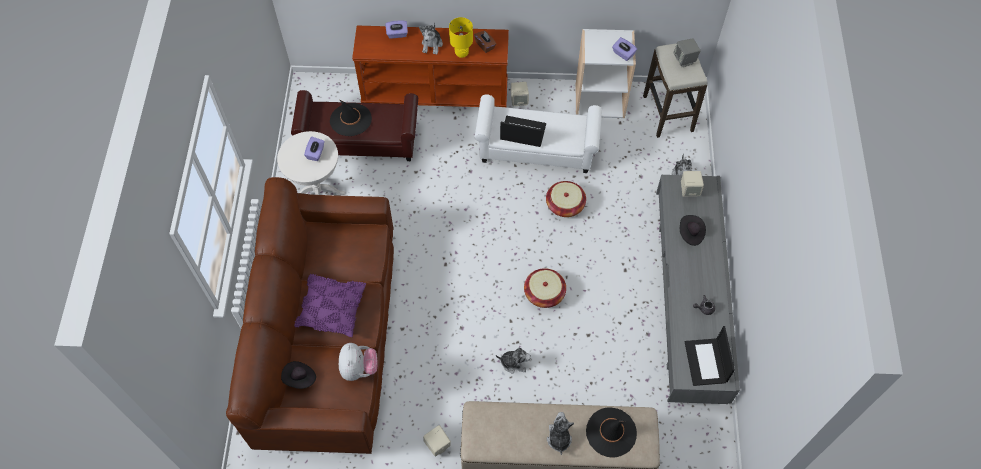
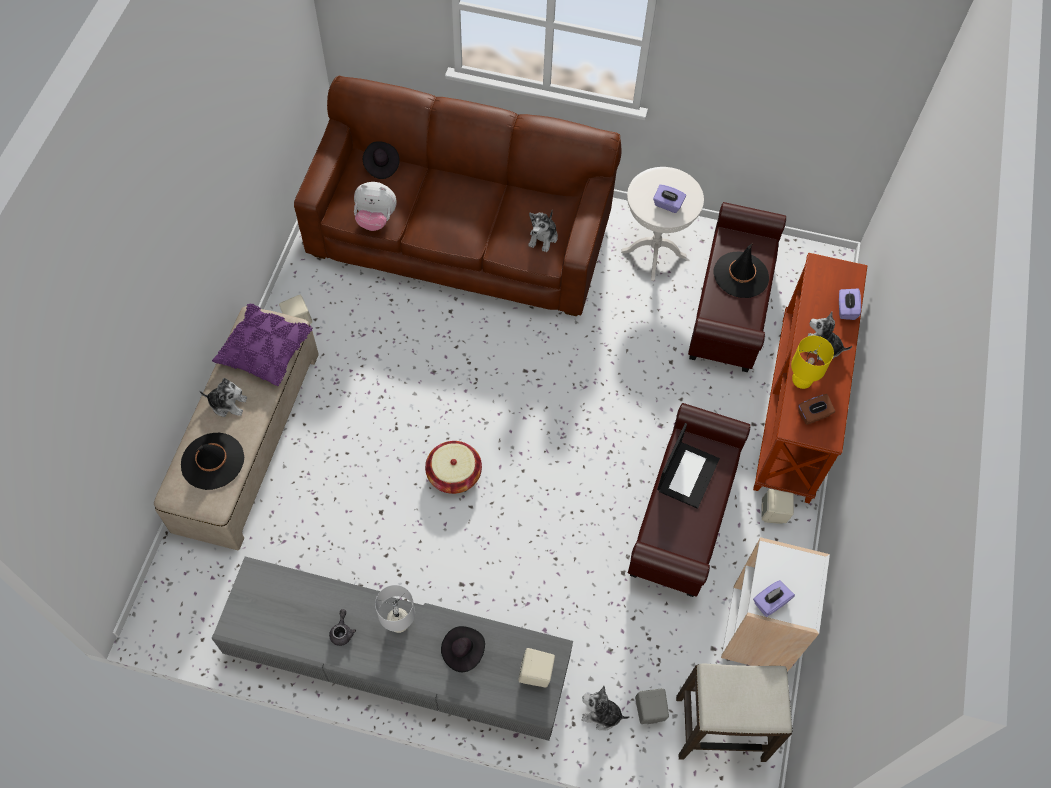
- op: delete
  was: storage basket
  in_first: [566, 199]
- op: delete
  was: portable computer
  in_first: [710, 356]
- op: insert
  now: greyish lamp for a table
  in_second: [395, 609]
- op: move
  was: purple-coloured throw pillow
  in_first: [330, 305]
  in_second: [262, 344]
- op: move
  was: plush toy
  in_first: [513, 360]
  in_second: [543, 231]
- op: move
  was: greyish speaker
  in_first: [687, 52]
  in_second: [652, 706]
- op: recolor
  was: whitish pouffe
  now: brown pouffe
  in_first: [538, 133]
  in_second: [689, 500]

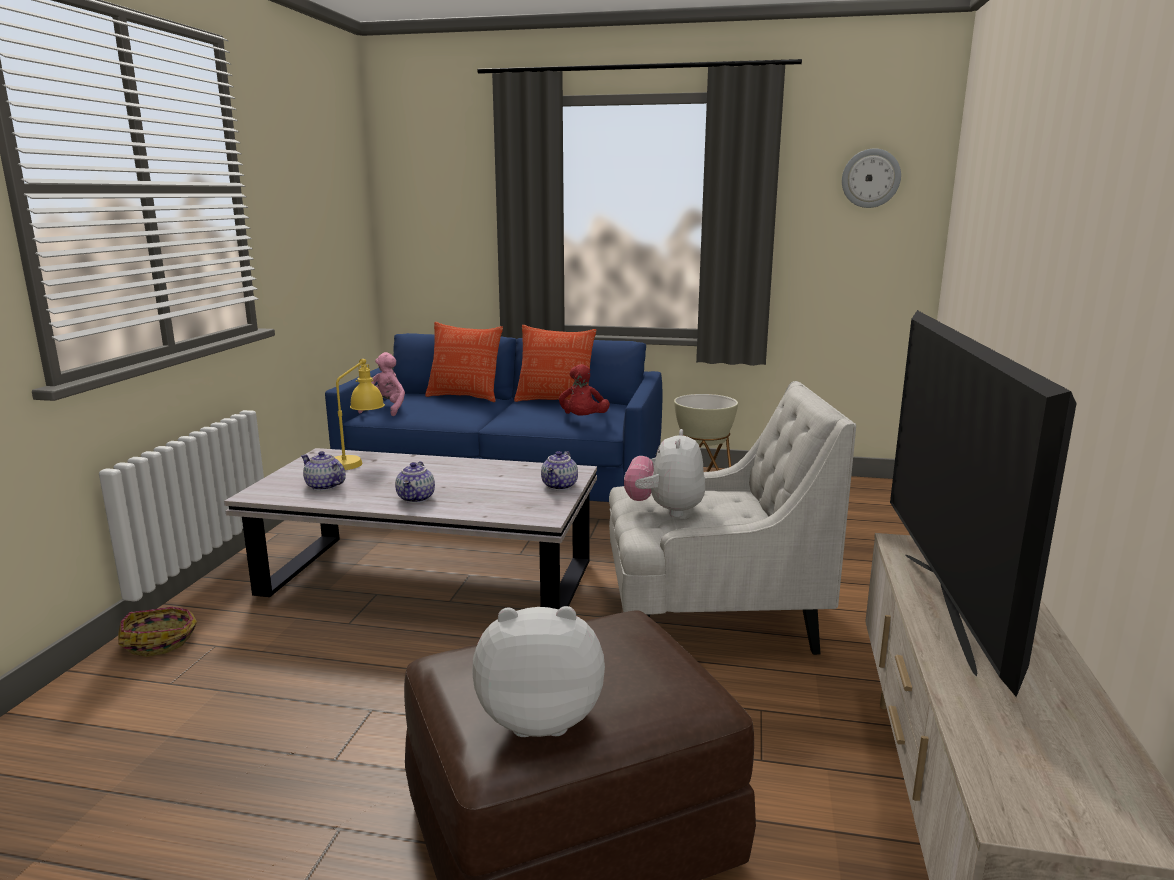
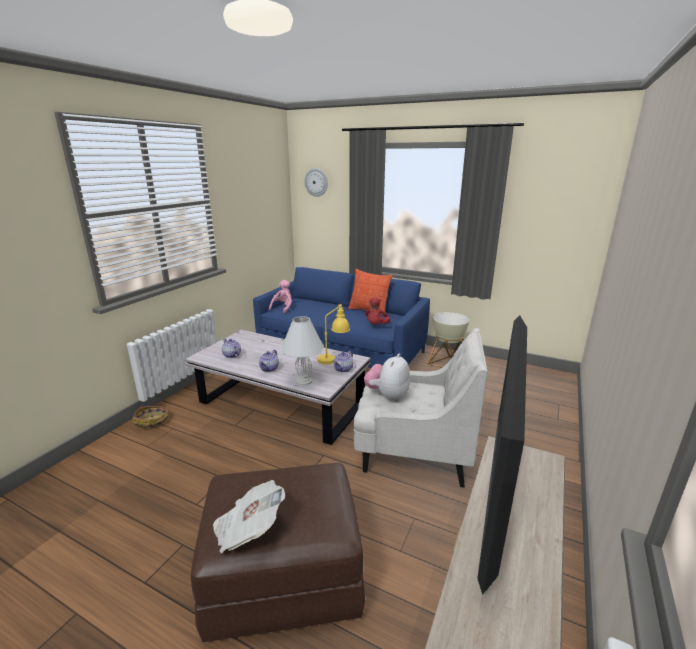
- op: delete
  was: orange-coloured throw pillow
  in_first: [464, 362]
- op: insert
  now: whitish lamp for a table
  in_second: [302, 350]
- op: move
  was: yellow-coloured lamp for a table
  in_first: [360, 414]
  in_second: [333, 334]
- op: move
  was: wall clock
  in_first: [871, 178]
  in_second: [316, 182]
- op: replace
  was: plush toy
  now: printed paper
  in_first: [538, 671]
  in_second: [249, 516]

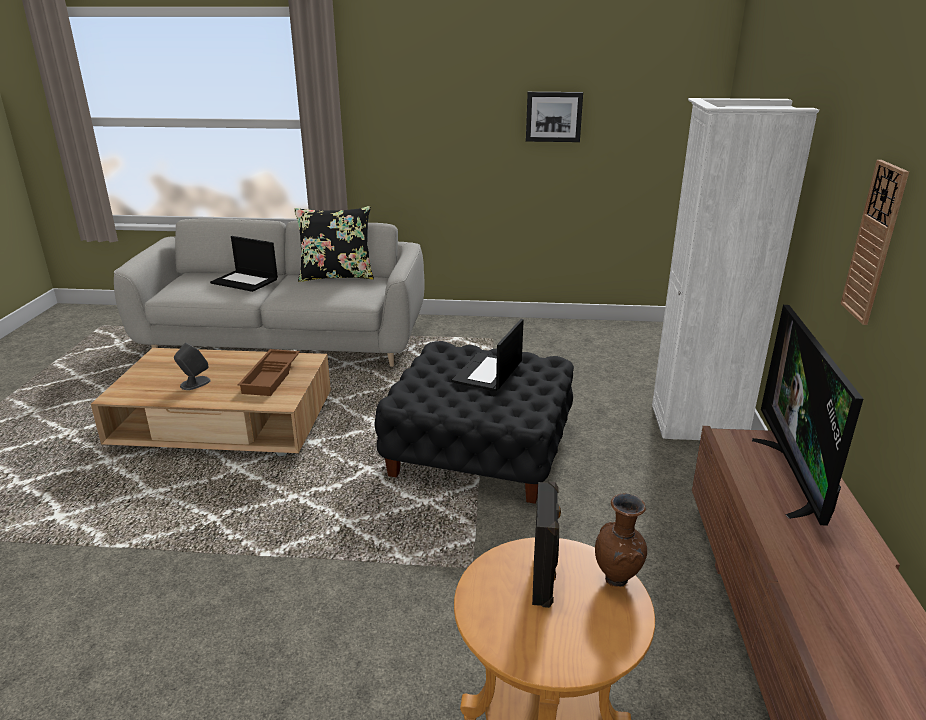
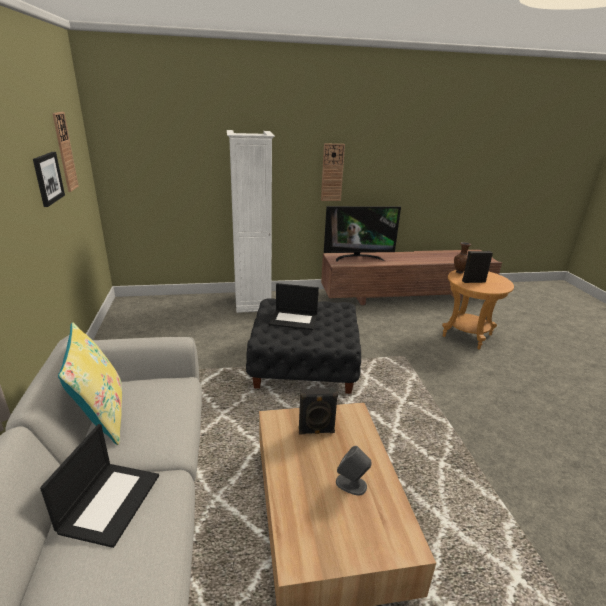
- op: insert
  now: wall clock
  in_second: [65, 152]
- op: replace
  was: brown tray
  now: black-coloured speaker
  in_first: [269, 372]
  in_second: [318, 411]
- op: recolor
  was: black-coloured throw pillow
  now: yellow-coloured throw pillow
  in_first: [334, 244]
  in_second: [90, 383]

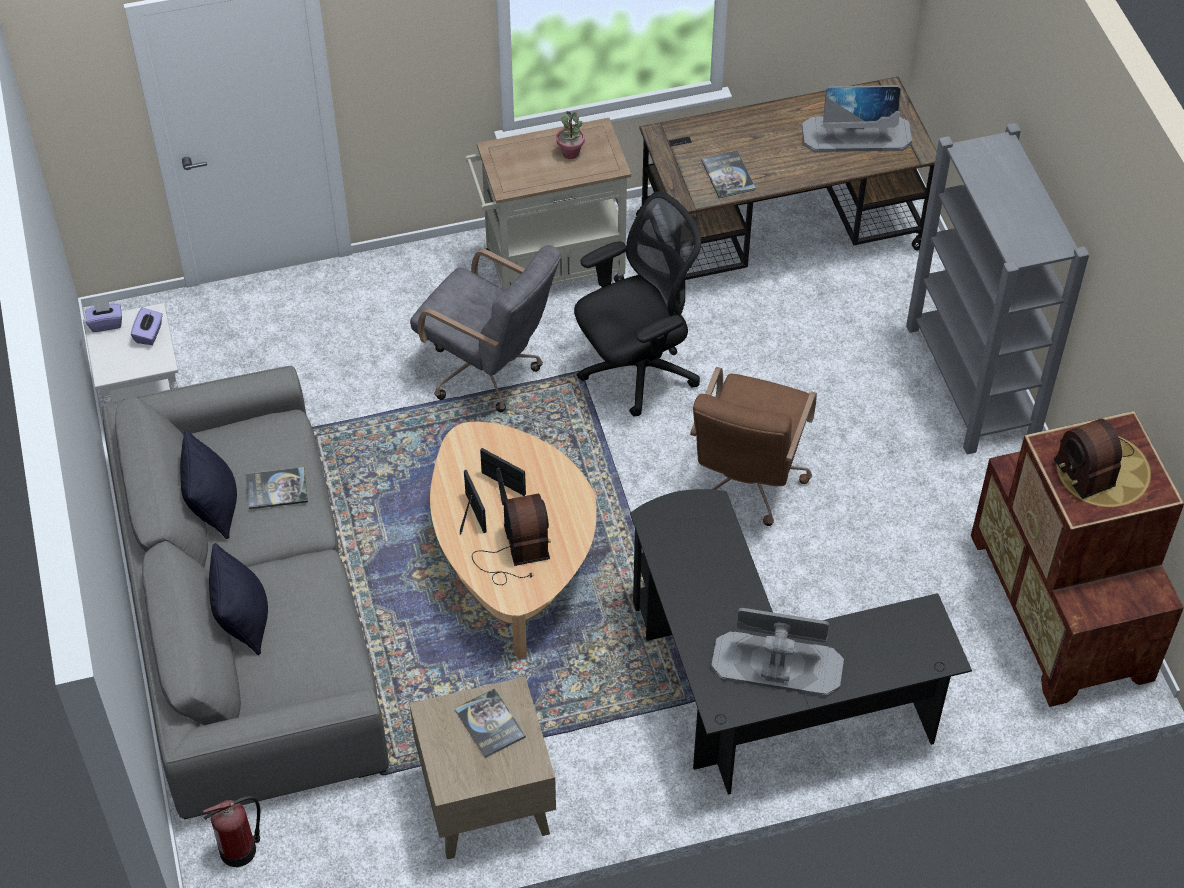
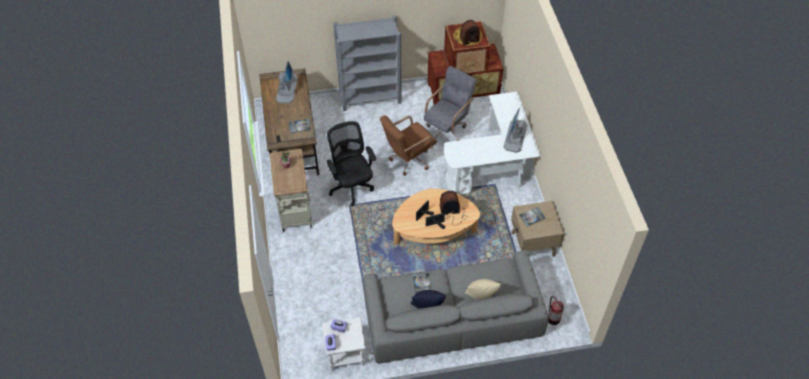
- op: move
  was: greyish desk chair
  in_first: [485, 328]
  in_second: [450, 104]
- op: recolor
  was: black-coloured throw pillow
  now: beige throw pillow
  in_first: [238, 599]
  in_second: [483, 289]
- op: recolor
  was: black-coloured desk
  now: whitish desk
  in_first: [801, 641]
  in_second: [492, 143]
- op: rotate
  was: brown desk chair
  in_first: [753, 446]
  in_second: [408, 145]
  clockwise: 120

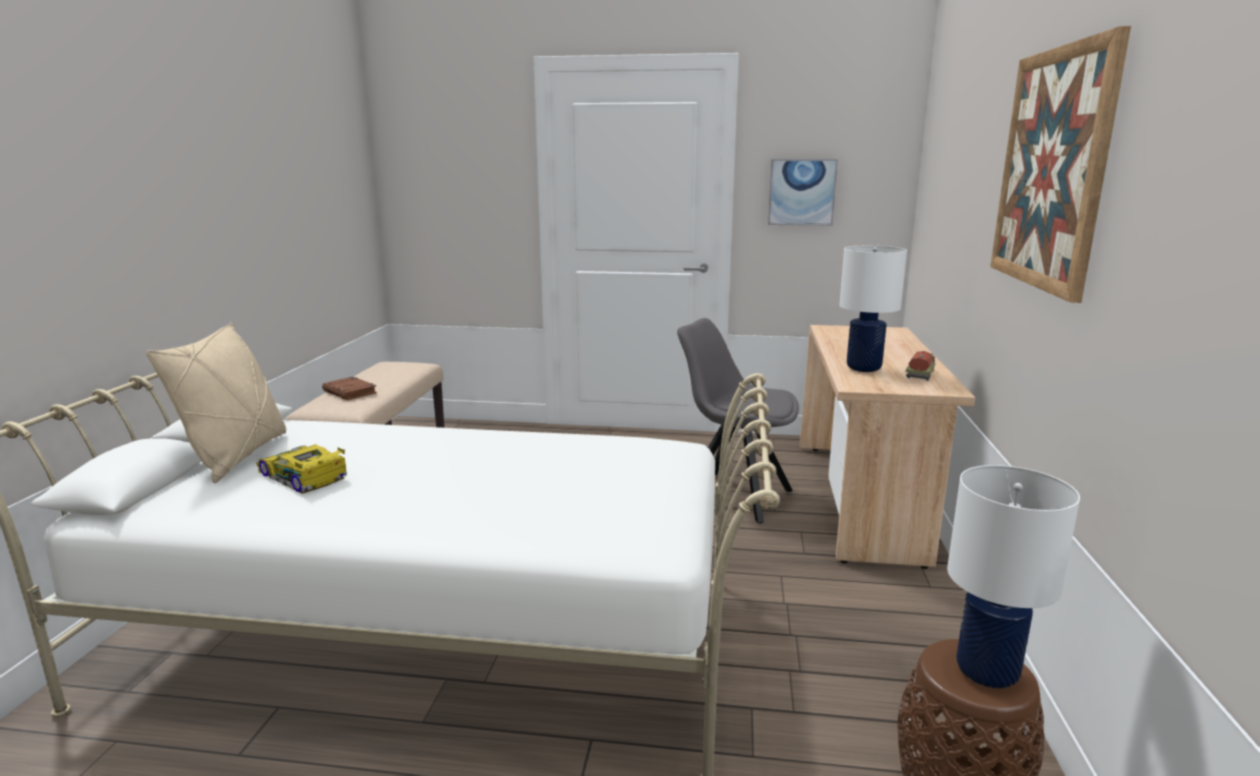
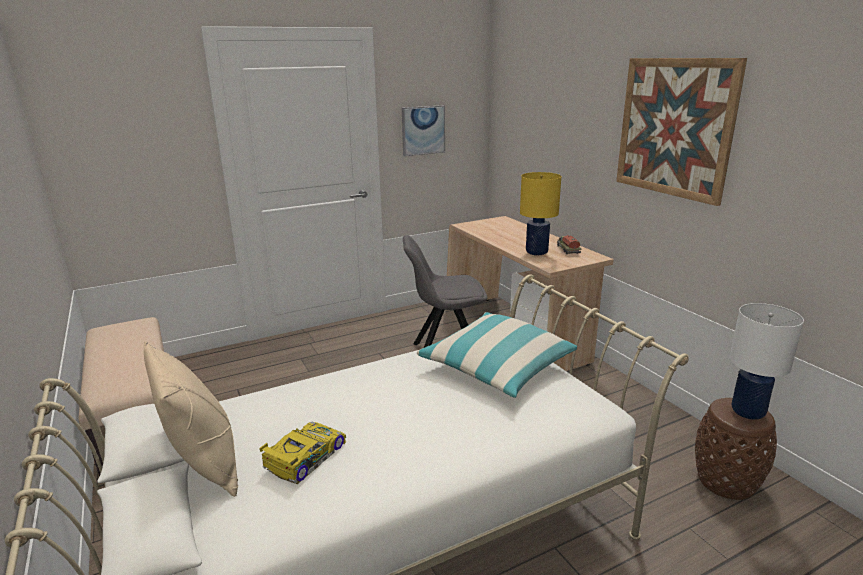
- op: delete
  was: brown book
  in_first: [349, 388]
- op: insert
  now: throw pillow
  in_second: [497, 355]
- op: recolor
  was: whitish lamp for a table
  now: yellow-coloured lamp for a table
  in_first: [873, 309]
  in_second: [540, 214]
- op: rotate
  was: model car
  in_first: [301, 469]
  in_second: [302, 453]
  clockwise: 120

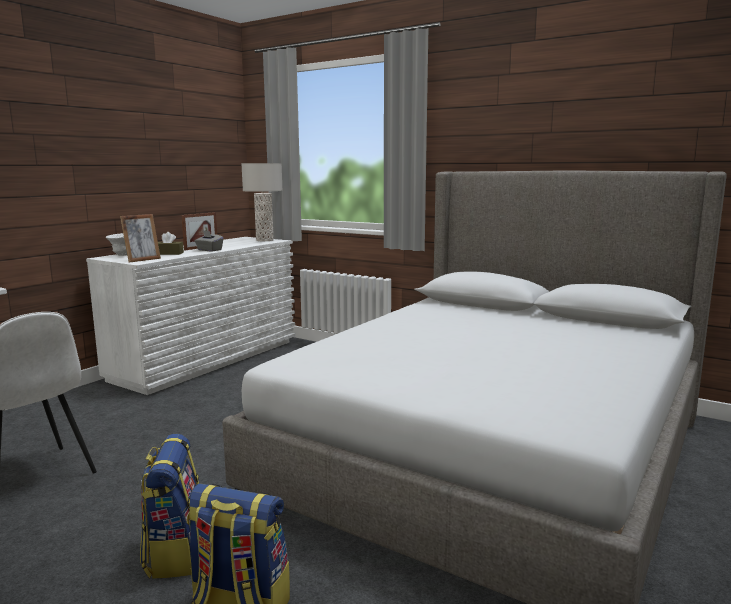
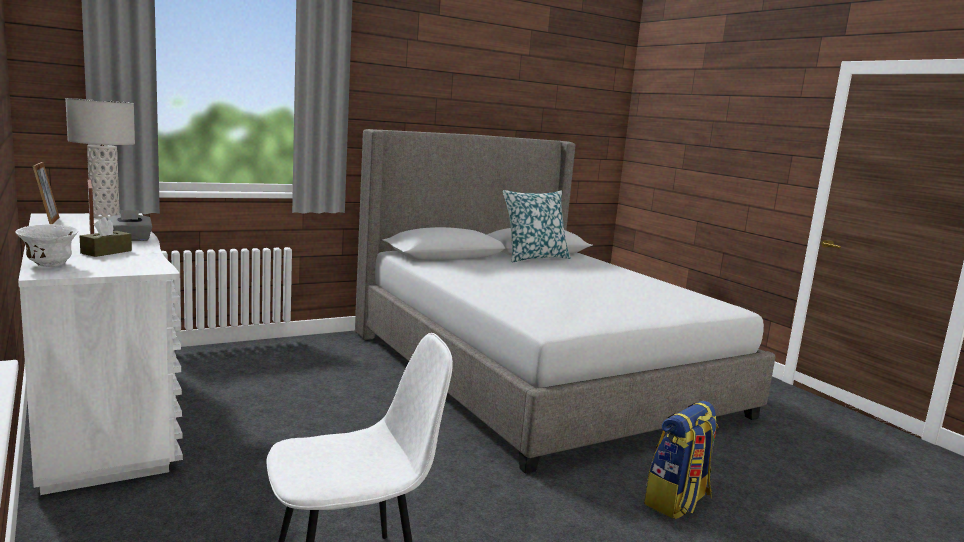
- op: delete
  was: rucksack
  in_first: [169, 506]
- op: insert
  now: throw pillow
  in_second: [537, 226]
- op: move
  was: photo frame
  in_first: [140, 238]
  in_second: [46, 193]

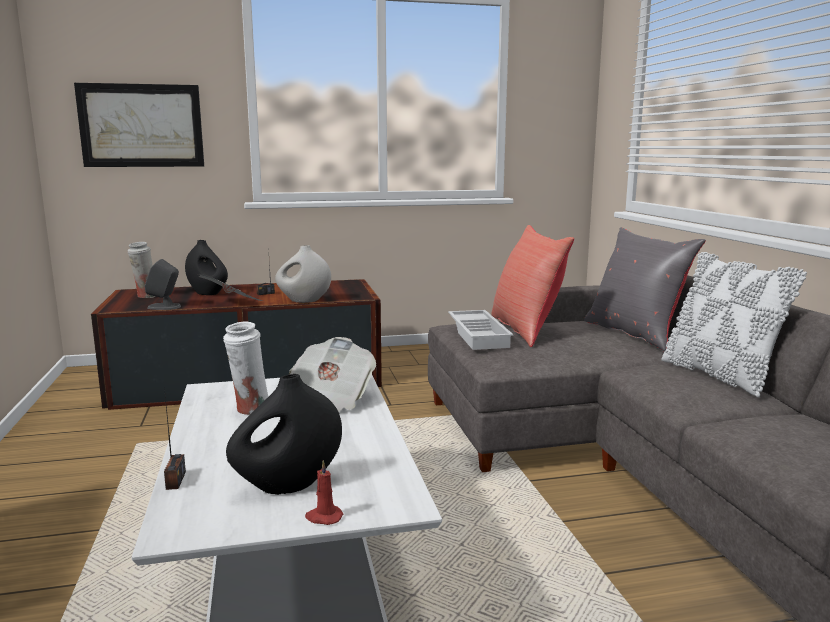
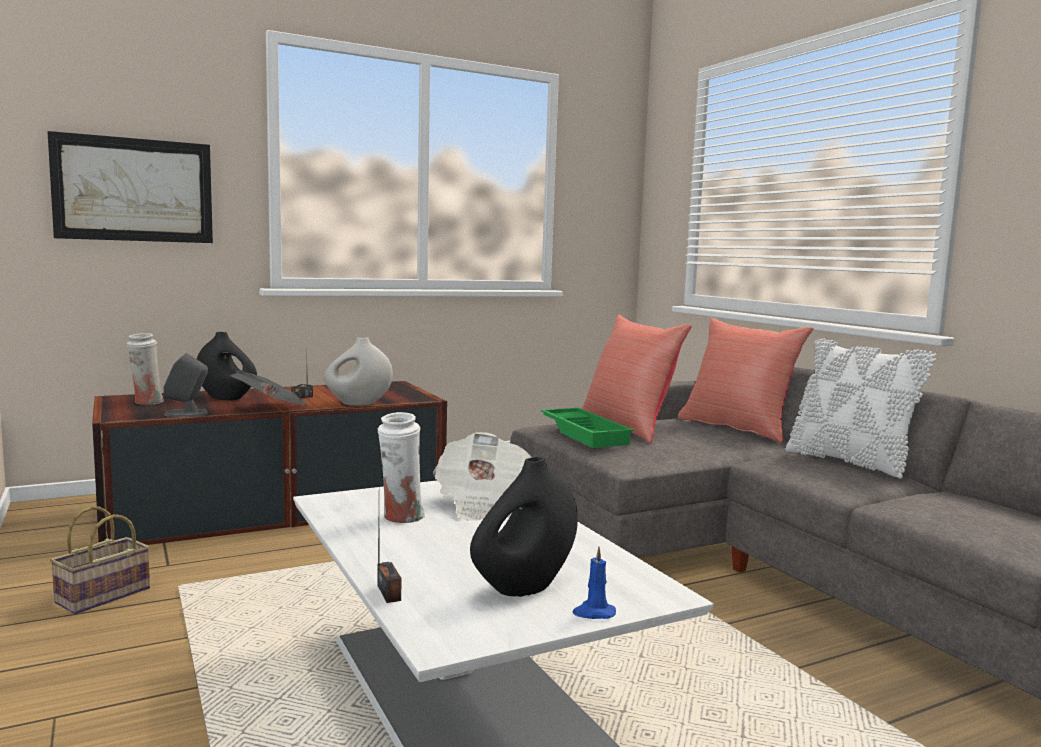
- op: insert
  now: storage basket
  in_second: [100, 560]
- op: recolor
  was: reddish wax candle
  now: bluish wax candle
  in_first: [324, 492]
  in_second: [594, 582]
- op: recolor
  was: whitish tray
  now: greenish tray
  in_first: [481, 330]
  in_second: [587, 428]
- op: recolor
  was: greyish throw pillow
  now: reddish throw pillow
  in_first: [645, 289]
  in_second: [745, 380]

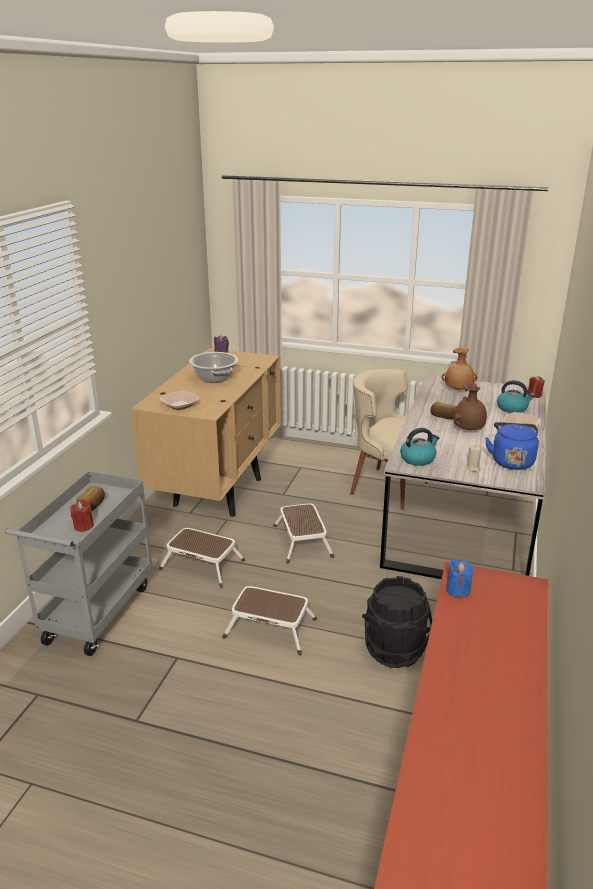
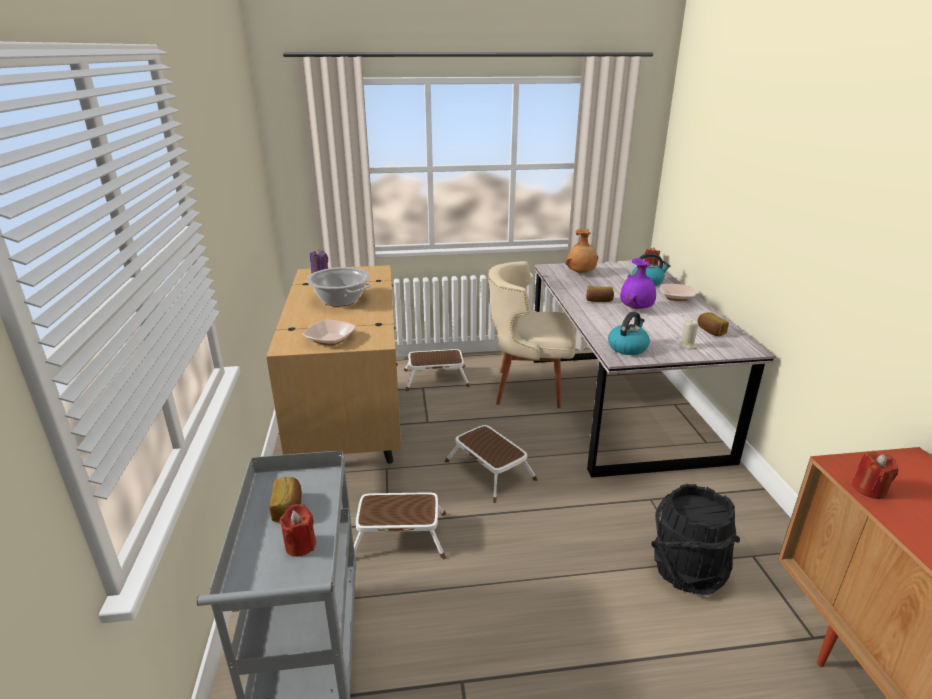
- op: move
  was: brown stepladder
  in_first: [269, 621]
  in_second: [437, 370]
- op: replace
  was: bluish kettle
  now: bakery bread
  in_first: [512, 446]
  in_second: [713, 324]
- op: recolor
  was: bluish wax candle
  now: reddish wax candle
  in_first: [459, 578]
  in_second: [874, 475]
- op: recolor
  was: brown decorative vase
  now: purple-coloured decorative vase
  in_first: [470, 406]
  in_second: [638, 283]

